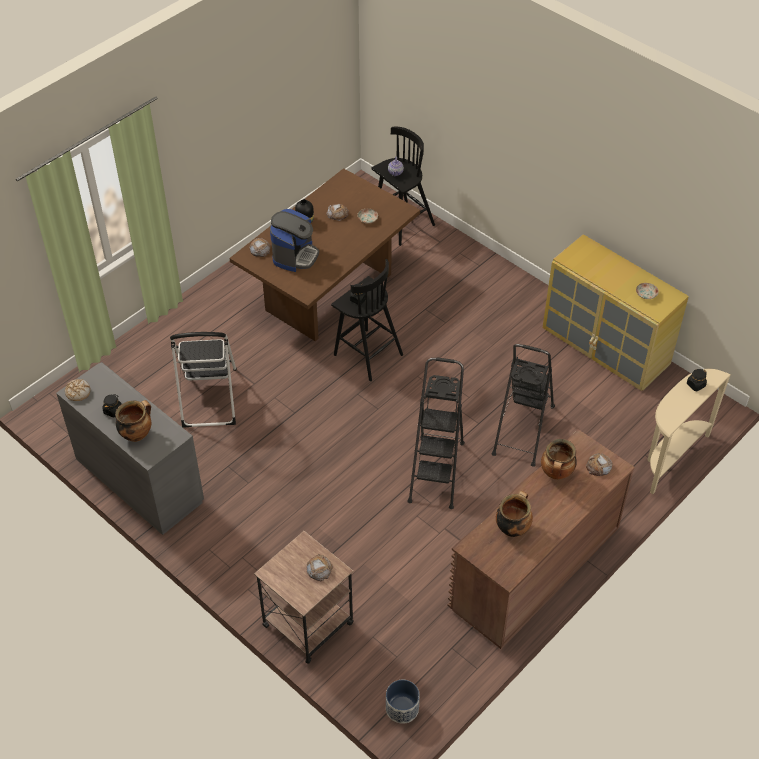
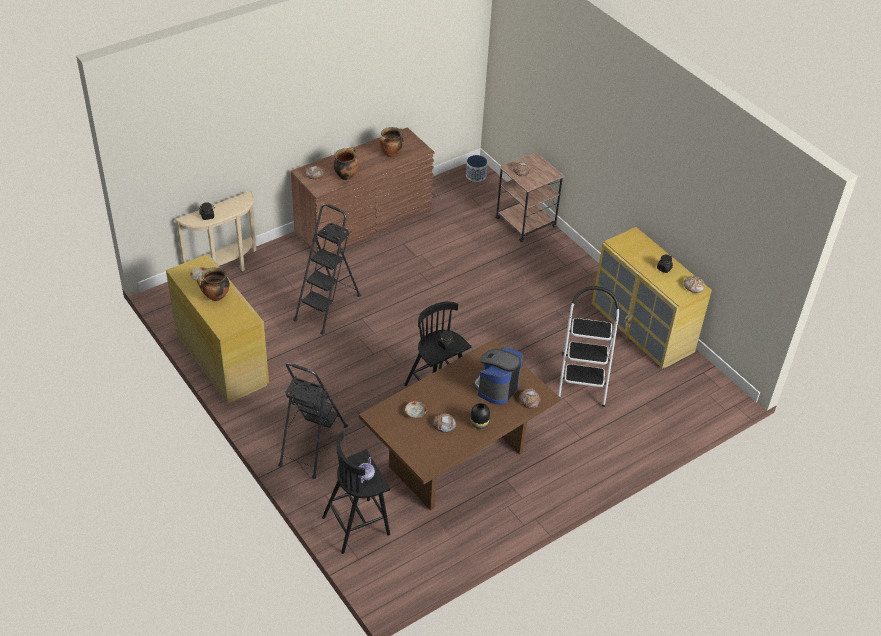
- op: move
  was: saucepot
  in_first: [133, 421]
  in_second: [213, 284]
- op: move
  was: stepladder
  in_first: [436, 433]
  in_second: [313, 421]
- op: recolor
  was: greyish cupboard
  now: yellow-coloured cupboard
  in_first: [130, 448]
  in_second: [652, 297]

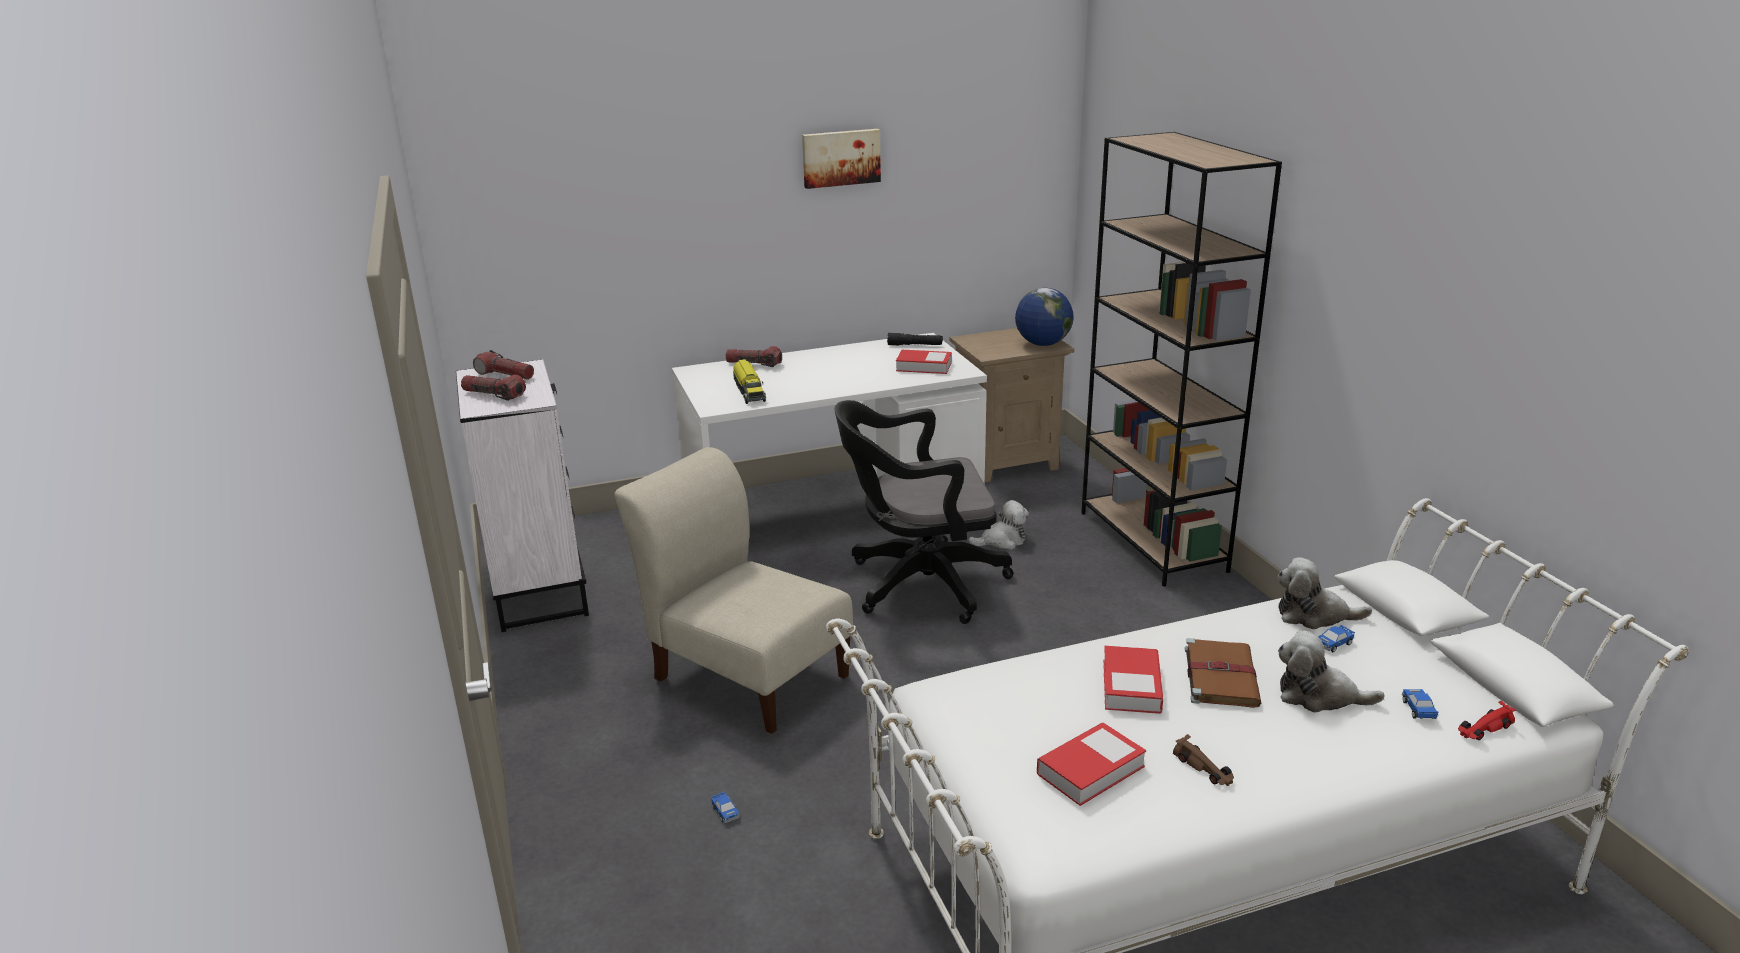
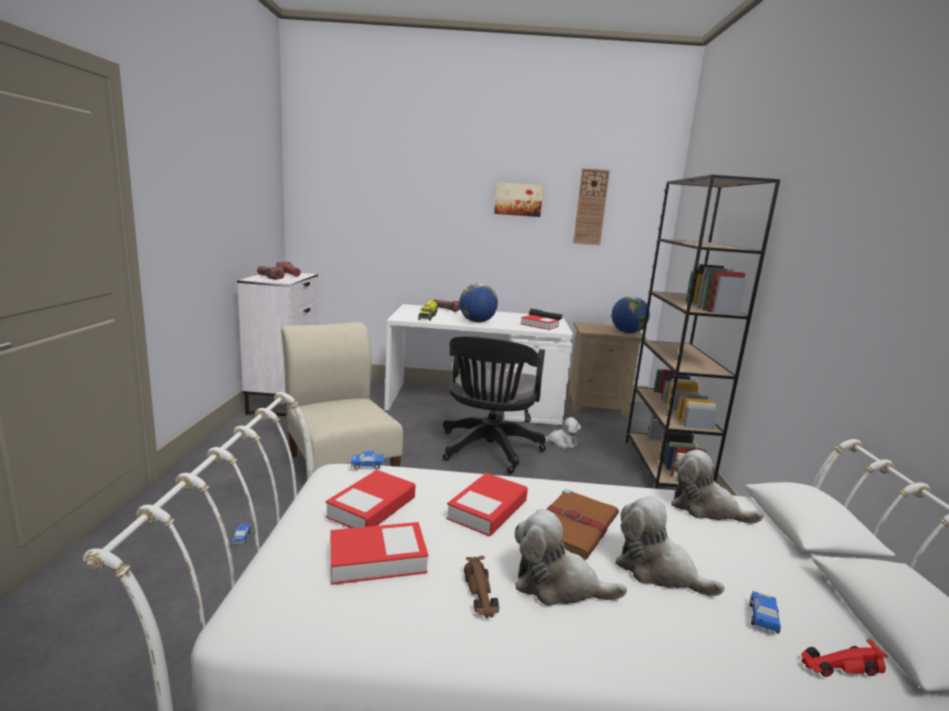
- op: insert
  now: book
  in_second: [370, 499]
- op: insert
  now: world globe
  in_second: [478, 303]
- op: insert
  now: plush toy
  in_second: [571, 557]
- op: insert
  now: wall clock
  in_second: [591, 206]
- op: move
  was: model car
  in_first: [1336, 638]
  in_second: [367, 460]
- op: rotate
  was: black-coloured desk chair
  in_first: [924, 512]
  in_second: [494, 405]
  clockwise: -90

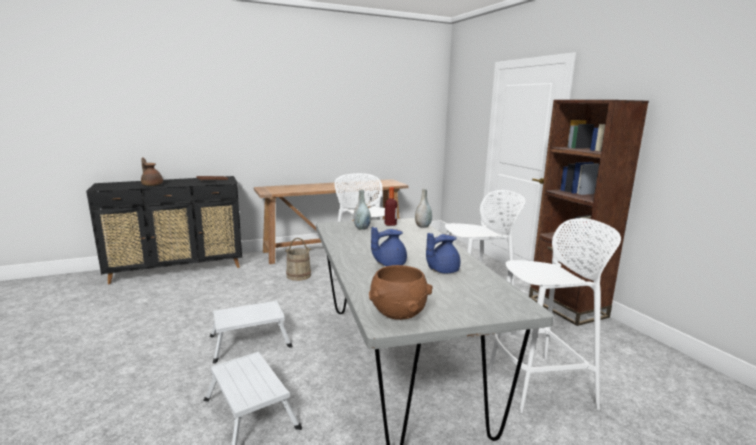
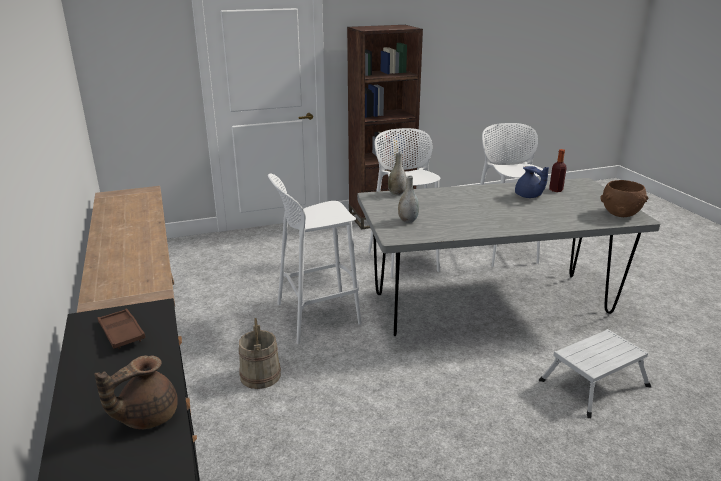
- op: delete
  was: whitish stepladder
  in_first: [251, 332]
- op: delete
  was: bluish pot for tea
  in_first: [389, 246]
- op: move
  was: drink bottle
  in_first: [391, 206]
  in_second: [558, 170]

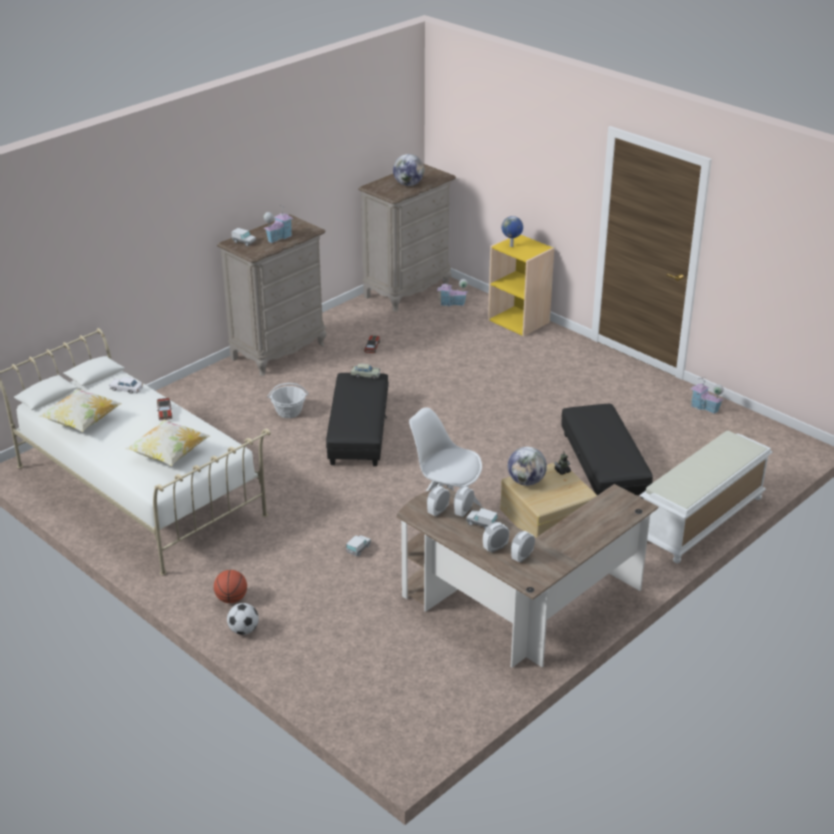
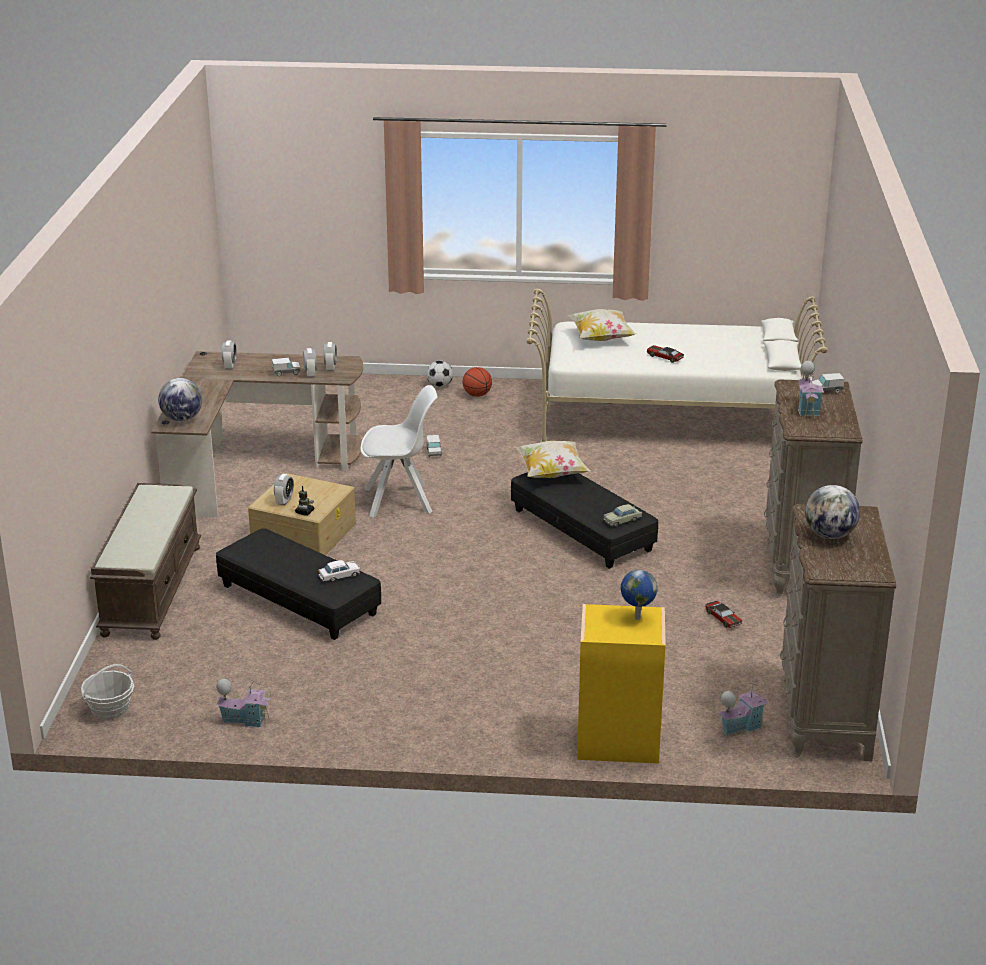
- op: move
  was: throw pillow
  in_first: [80, 410]
  in_second: [553, 459]
- op: move
  was: whitish model car
  in_first: [126, 385]
  in_second: [339, 571]
- op: move
  was: storage basket
  in_first: [287, 400]
  in_second: [107, 692]
- op: move
  was: bedside clock
  in_first: [496, 537]
  in_second: [284, 489]
- op: move
  was: world globe
  in_first: [527, 466]
  in_second: [180, 399]
- op: recolor
  was: whitish long seat
  now: brown long seat
  in_first: [706, 497]
  in_second: [145, 561]

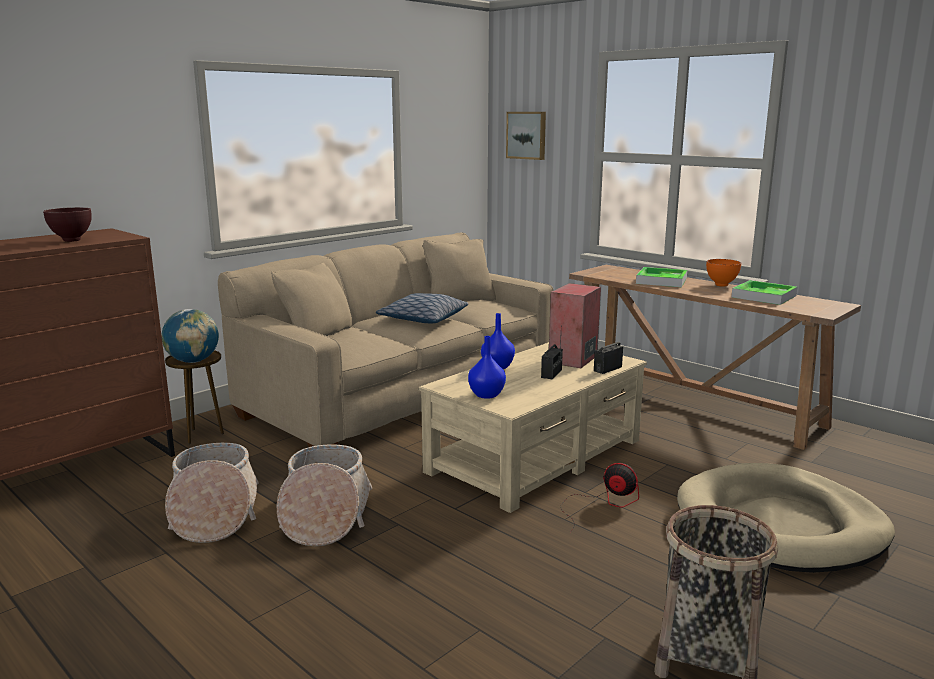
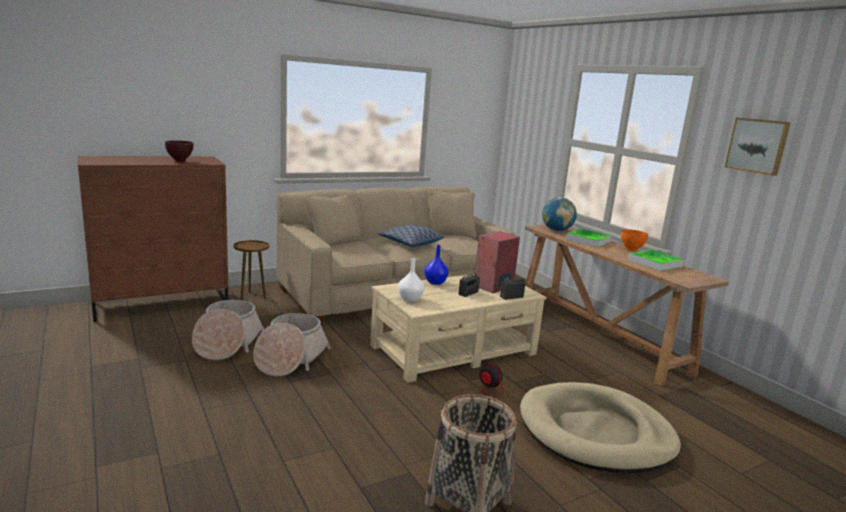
- op: move
  was: world globe
  in_first: [190, 336]
  in_second: [559, 214]
- op: move
  was: wall art
  in_first: [526, 136]
  in_second: [758, 146]
- op: recolor
  was: bluish decorative vase
  now: whitish decorative vase
  in_first: [487, 367]
  in_second: [411, 280]

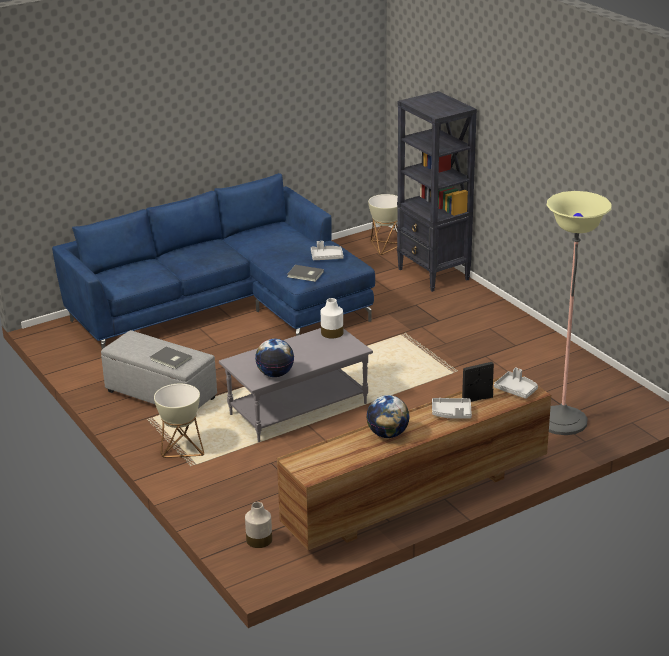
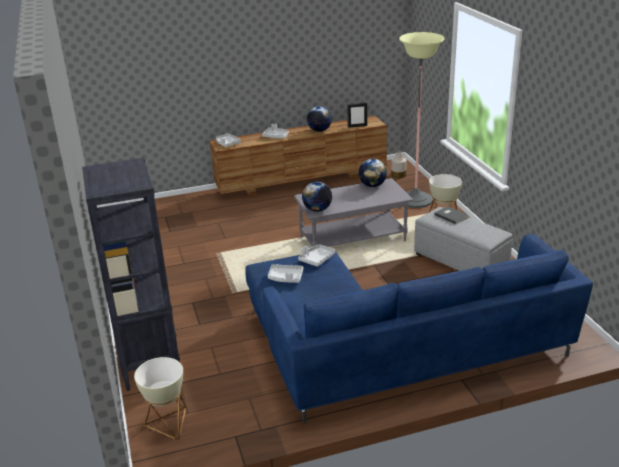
- op: move
  was: photo frame
  in_first: [478, 382]
  in_second: [357, 115]
- op: move
  was: standard lamp
  in_first: [579, 313]
  in_second: [422, 120]
- op: replace
  was: greyish book
  now: greyish tray
  in_first: [305, 273]
  in_second: [317, 256]
- op: replace
  was: whitish decorative vase
  now: world globe
  in_first: [332, 318]
  in_second: [317, 197]

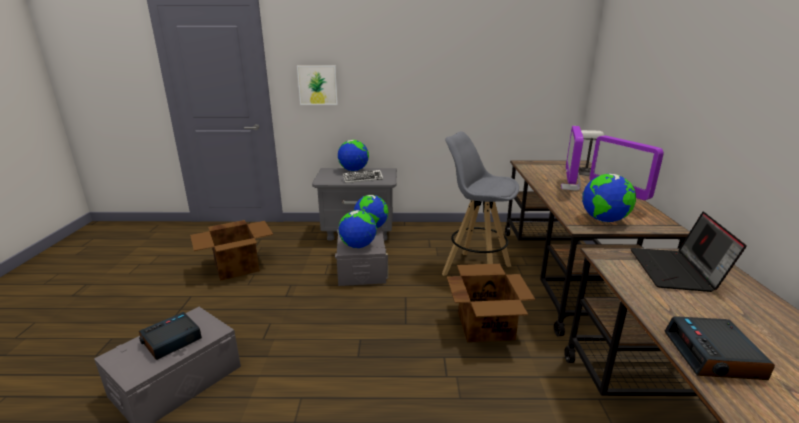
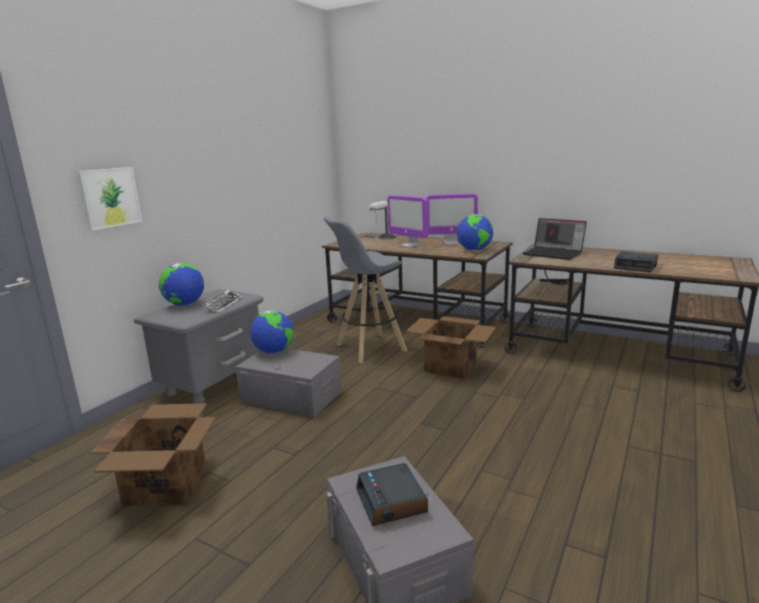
- op: delete
  was: world globe
  in_first: [357, 229]

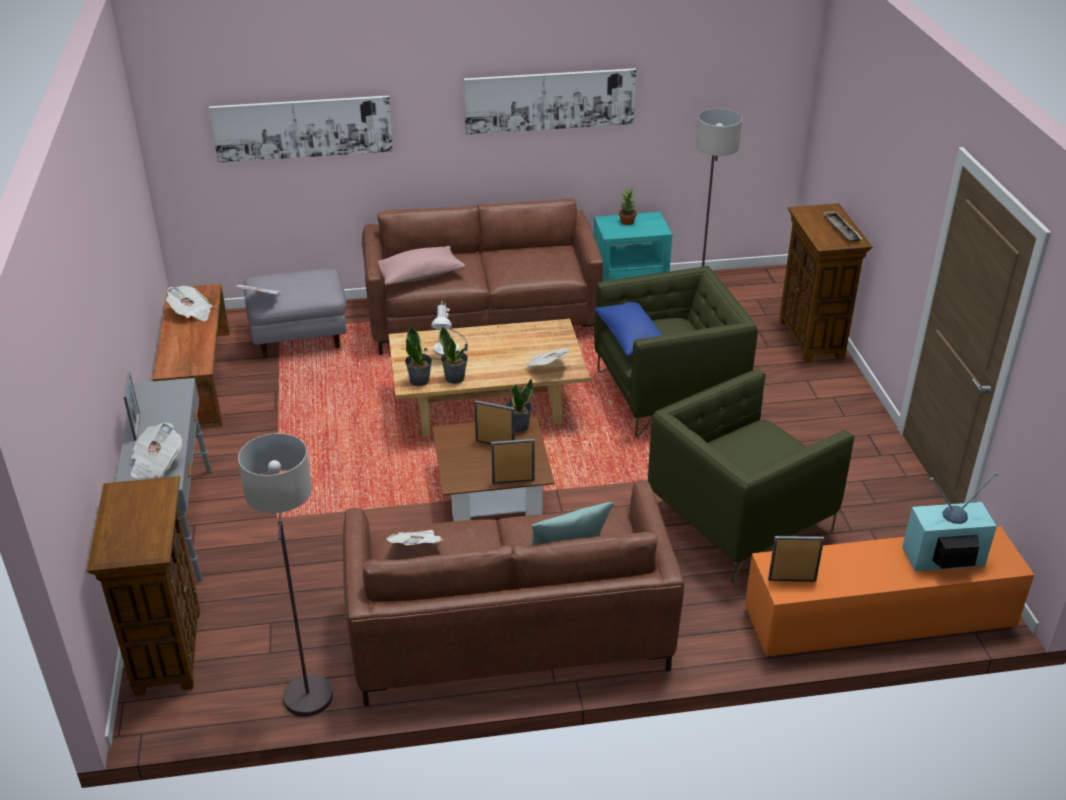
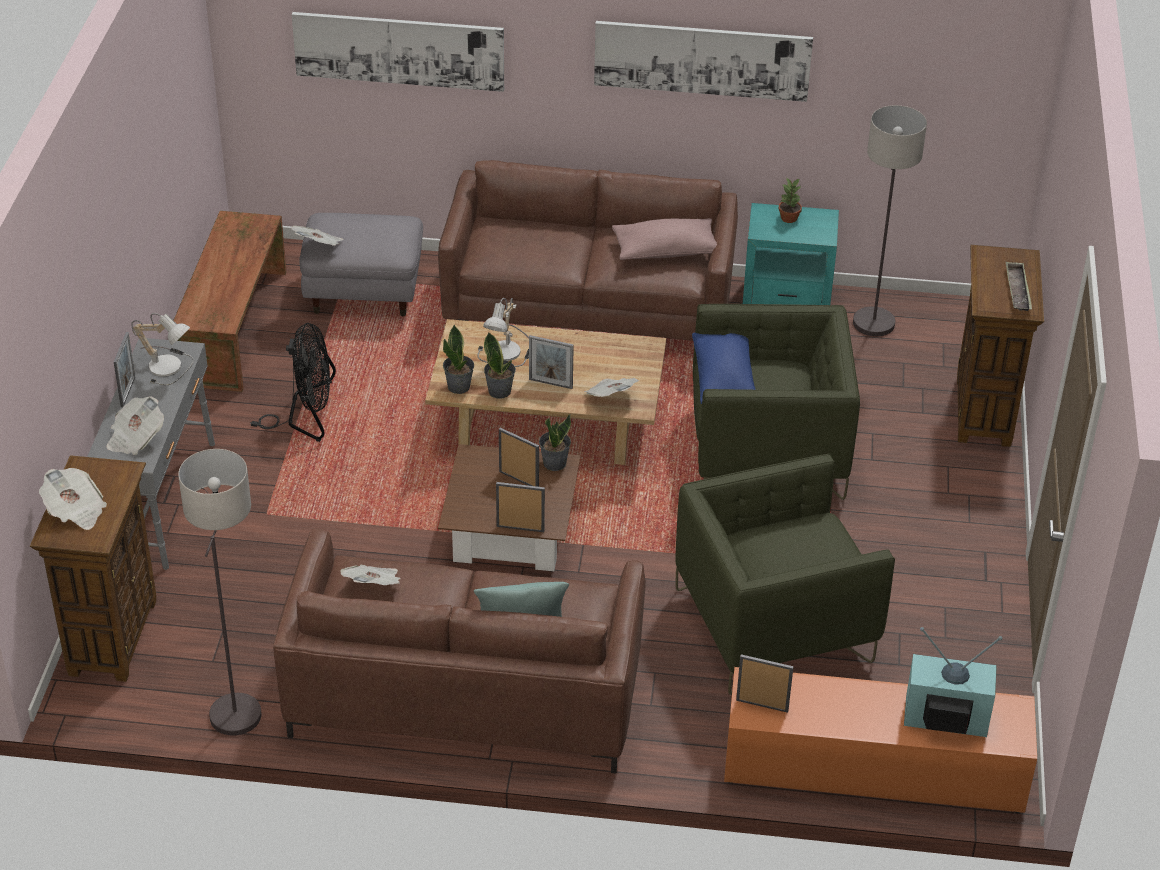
- op: insert
  now: lamp for a table
  in_second: [162, 349]
- op: insert
  now: black-coloured electric fan
  in_second: [292, 382]
- op: insert
  now: photo frame
  in_second: [551, 362]
- op: move
  was: printed paper
  in_first: [189, 303]
  in_second: [73, 499]
- op: move
  was: pink throw pillow
  in_first: [422, 265]
  in_second: [664, 239]

